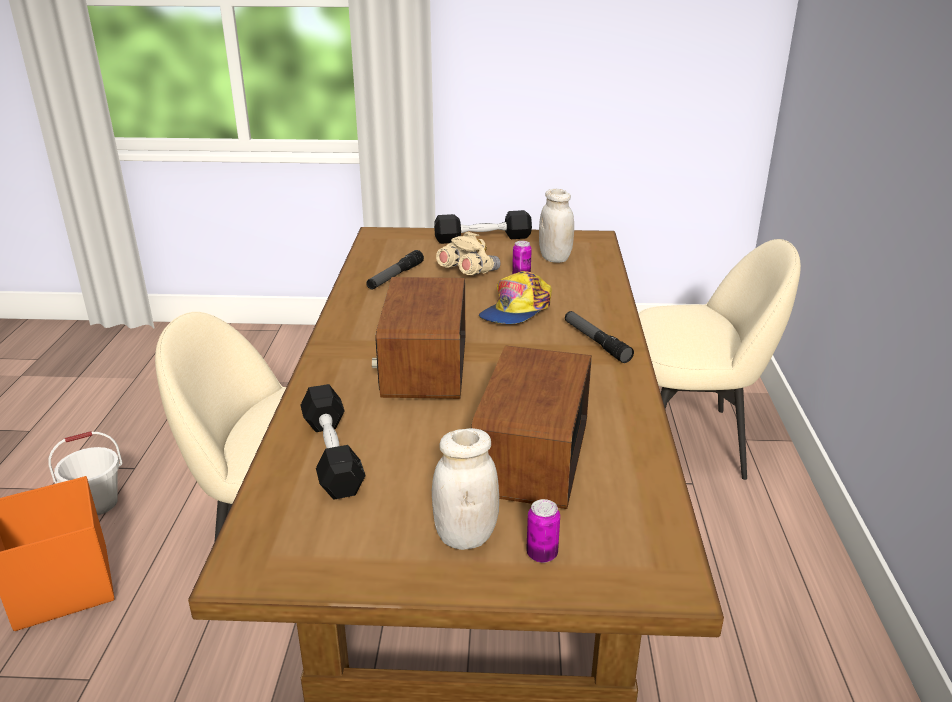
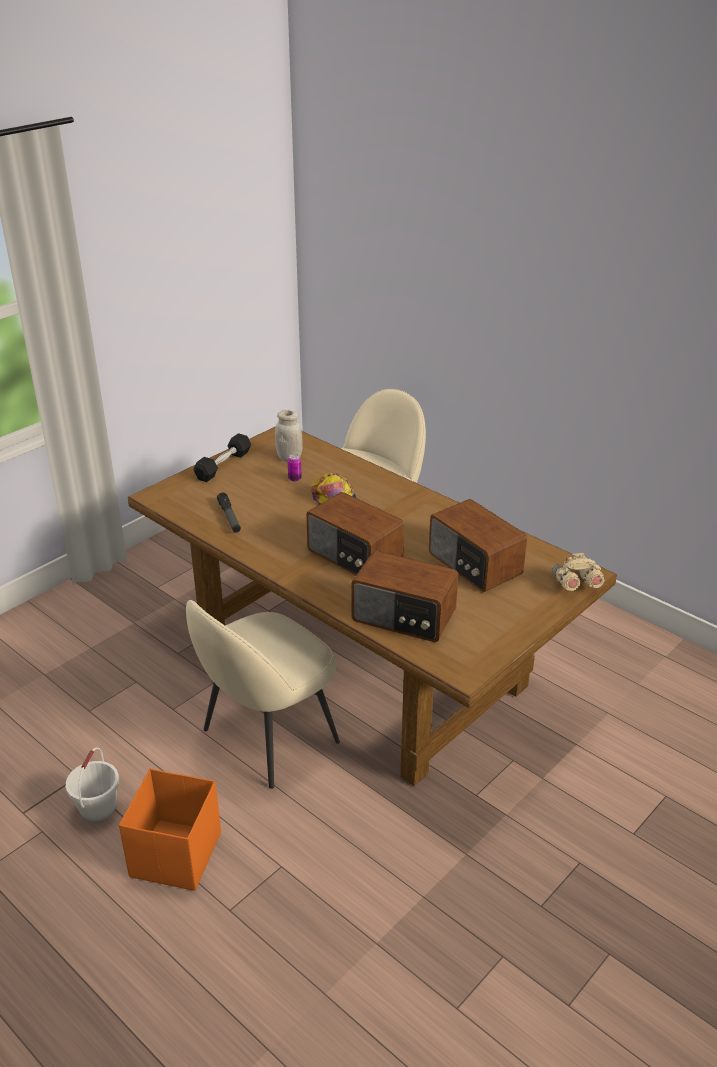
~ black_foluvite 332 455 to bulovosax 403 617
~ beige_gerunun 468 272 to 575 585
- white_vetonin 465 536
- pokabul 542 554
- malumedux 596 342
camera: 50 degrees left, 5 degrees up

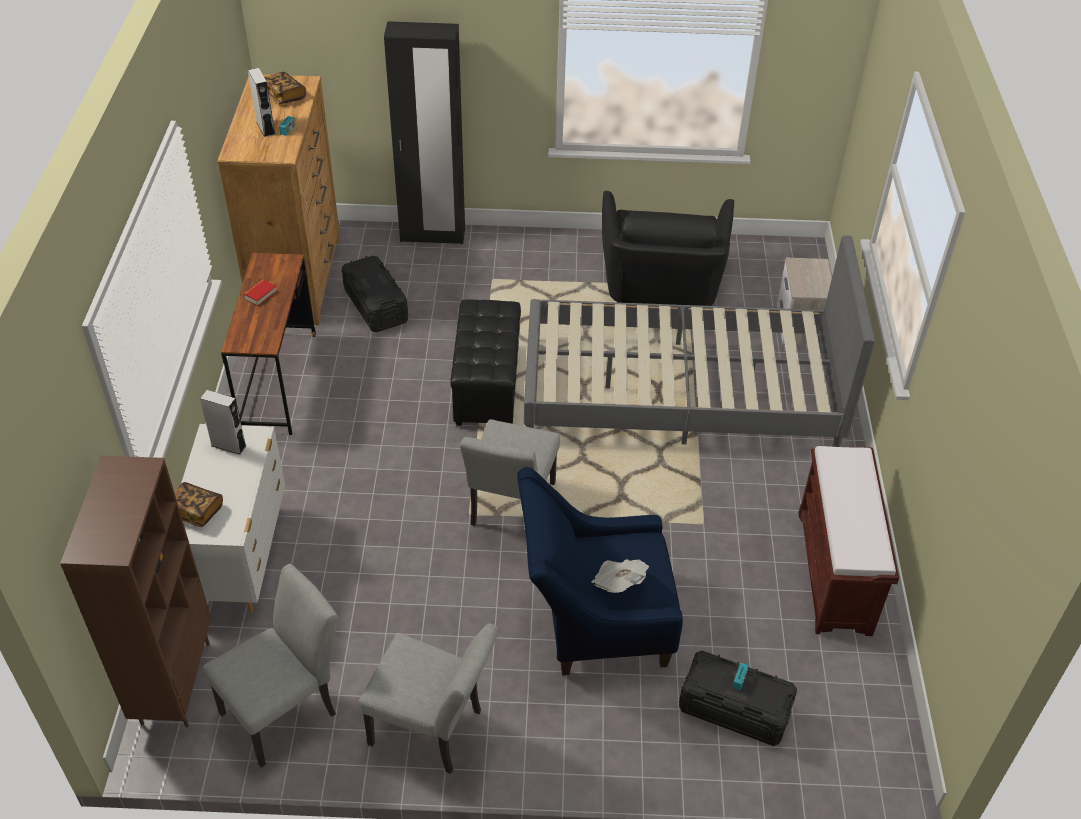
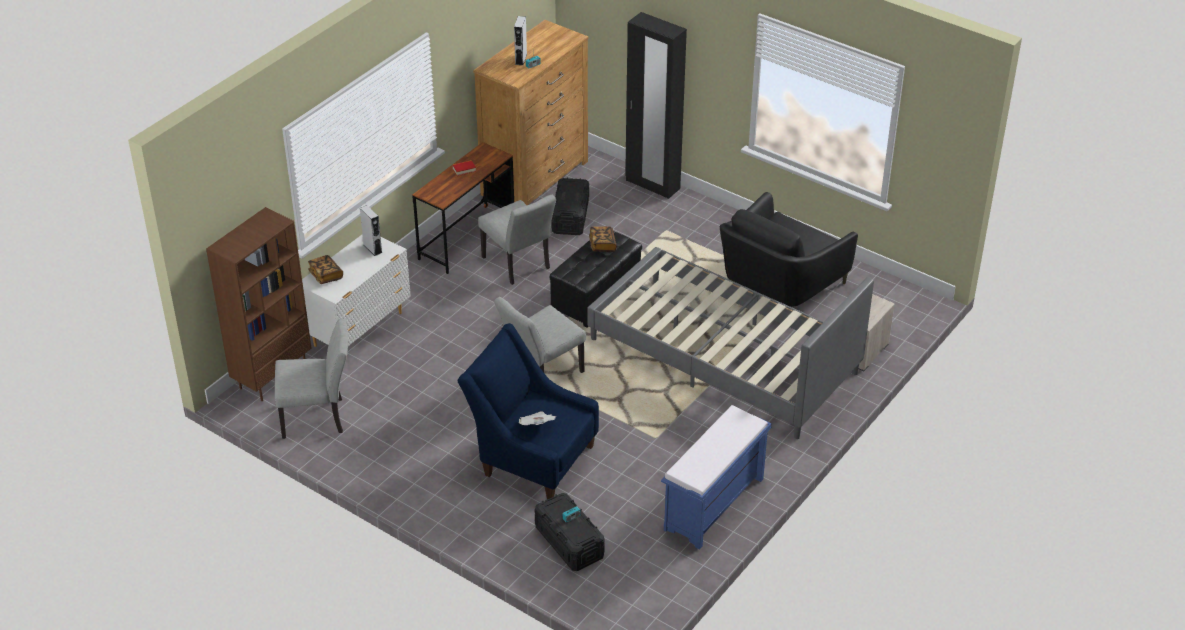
~ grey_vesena 434 730 to 519 265
~ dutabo 284 96 to 602 245
~ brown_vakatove 835 573 to blue_vakatove 713 505
camera: 35 degrees right, 5 degrees down

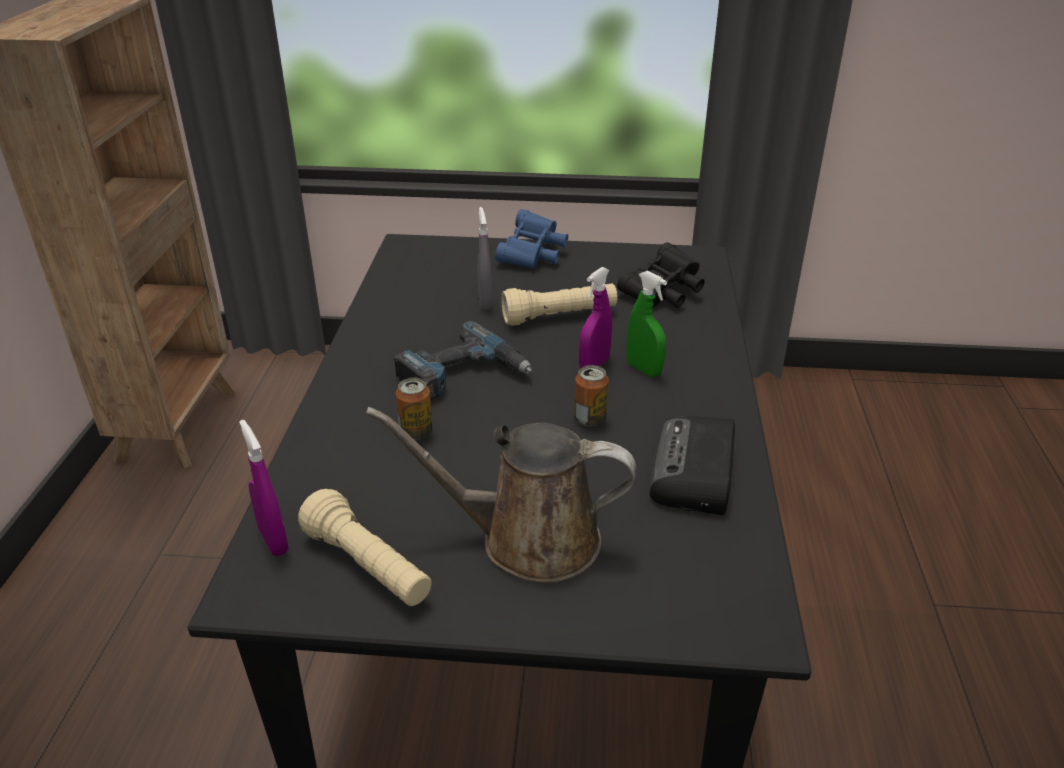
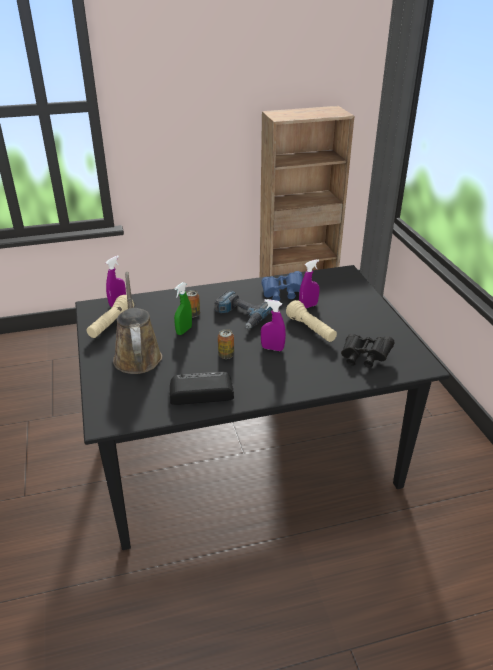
~ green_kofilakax 644 369 to 184 330
~ blue_gerunun 533 255 to 282 294
~ grey_kofilakax 485 302 to purple_kofilakax 308 306
camera: 70 degrees right, 0 degrees up

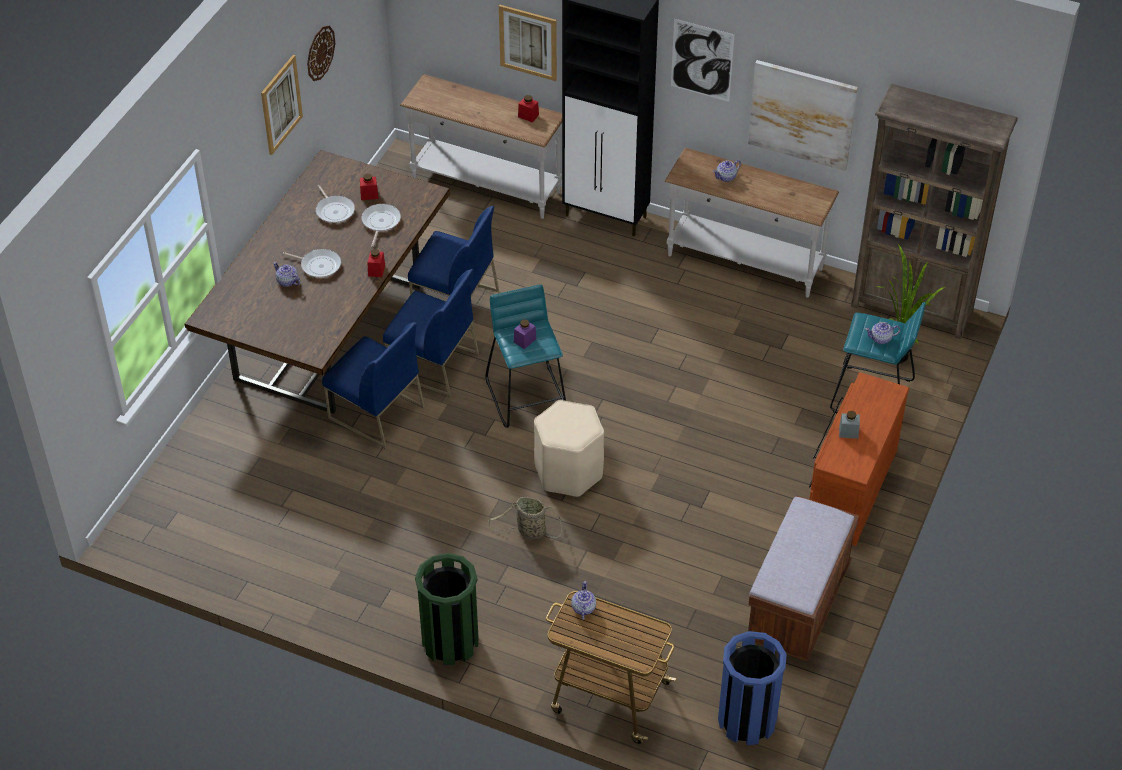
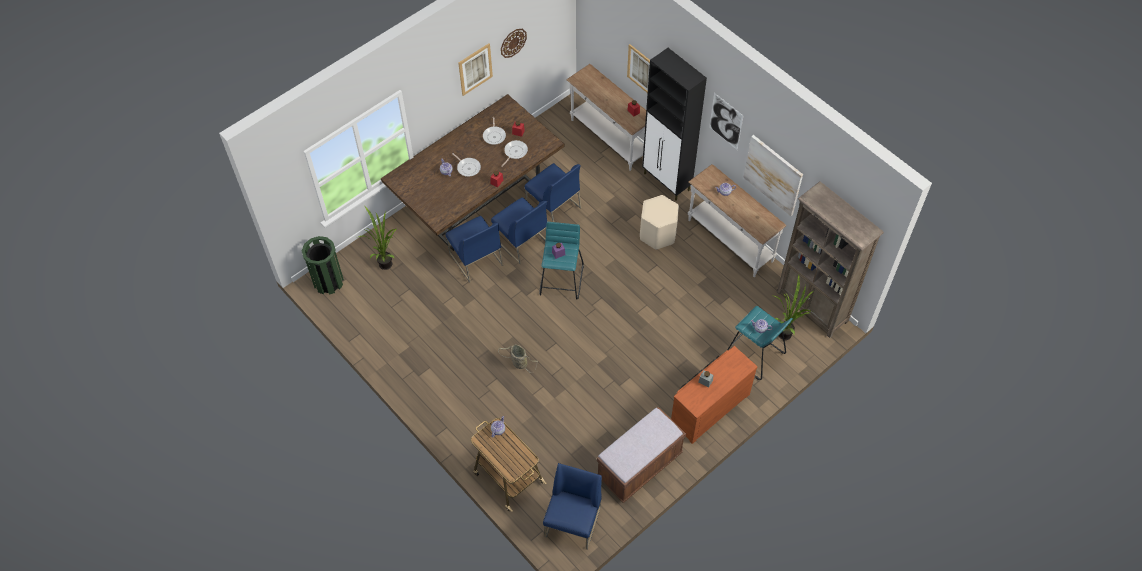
~ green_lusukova 450 641 to 328 281
+ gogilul 386 262
~ blue_lusukova 747 720 to blue_vesena 573 522
~ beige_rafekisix 569 472 to 658 234
camera: 25 degrees right, 10 degrees up

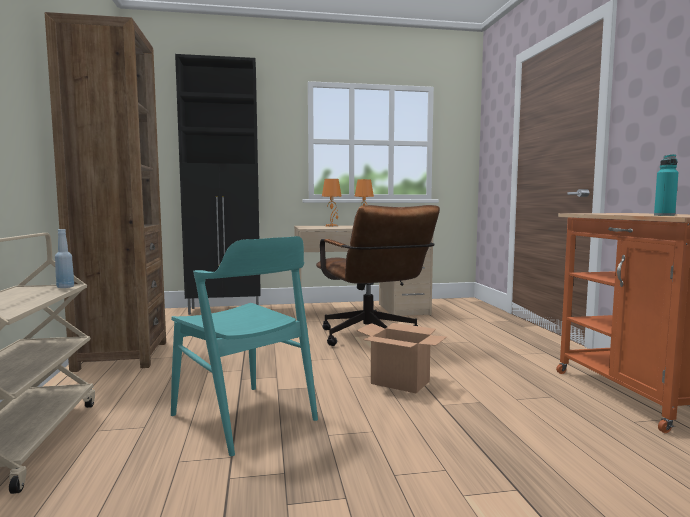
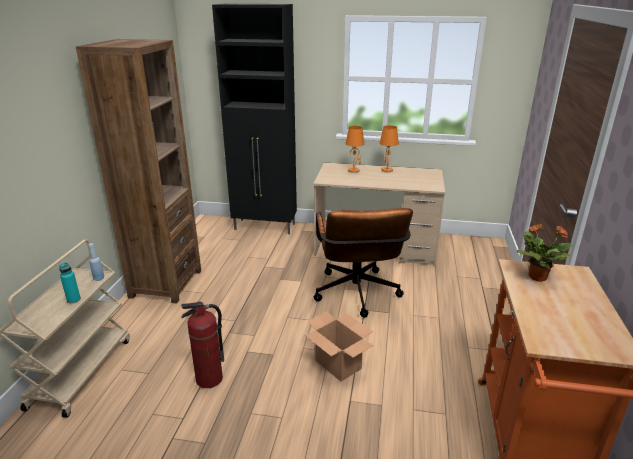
~ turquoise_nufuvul 664 215 to 73 300
~ turquoise_vesena 244 417 to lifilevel 209 379
+ gogilul 536 277
camera: 20 degrees right, 20 degrees up

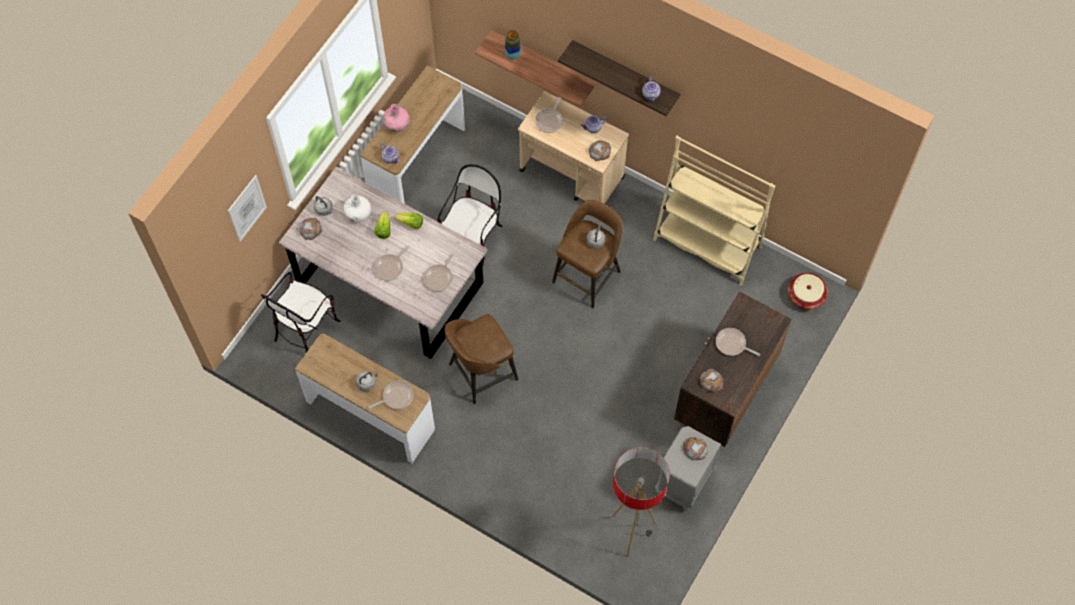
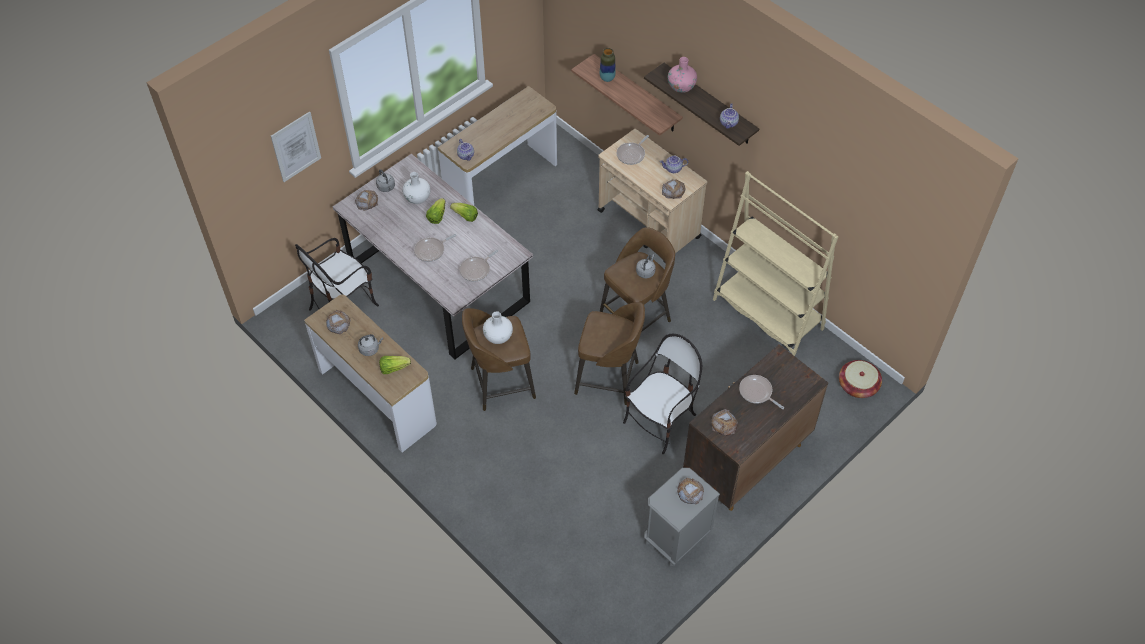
+ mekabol 338 323
~ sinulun 396 397 to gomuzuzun 394 368
+ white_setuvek 498 336
+ brown_rafekisix 609 378
~ vesena 473 239 to 660 421
~ pink_setuvek 397 125 to 681 87
- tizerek 631 532
camera: 15 degrees right, 10 degrees down

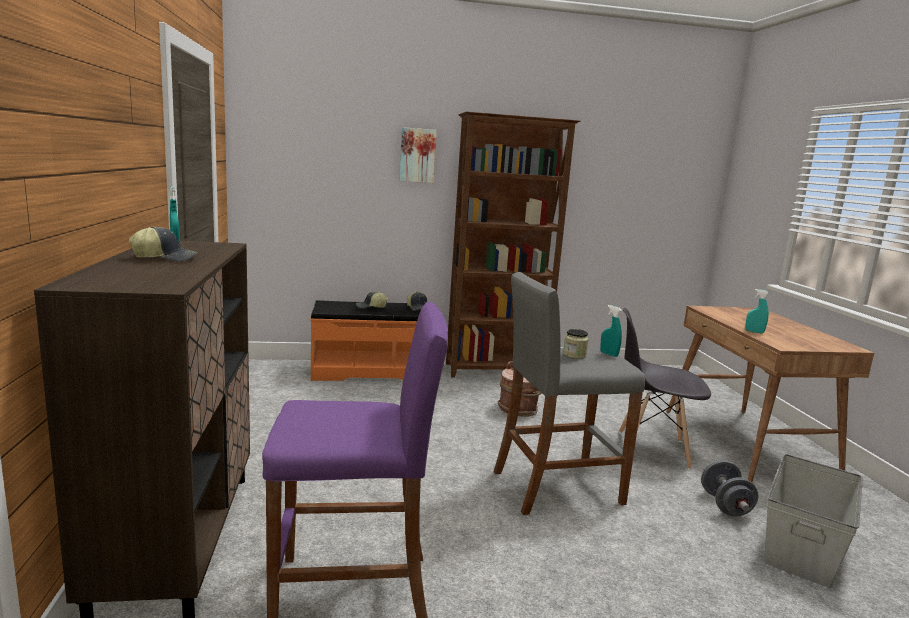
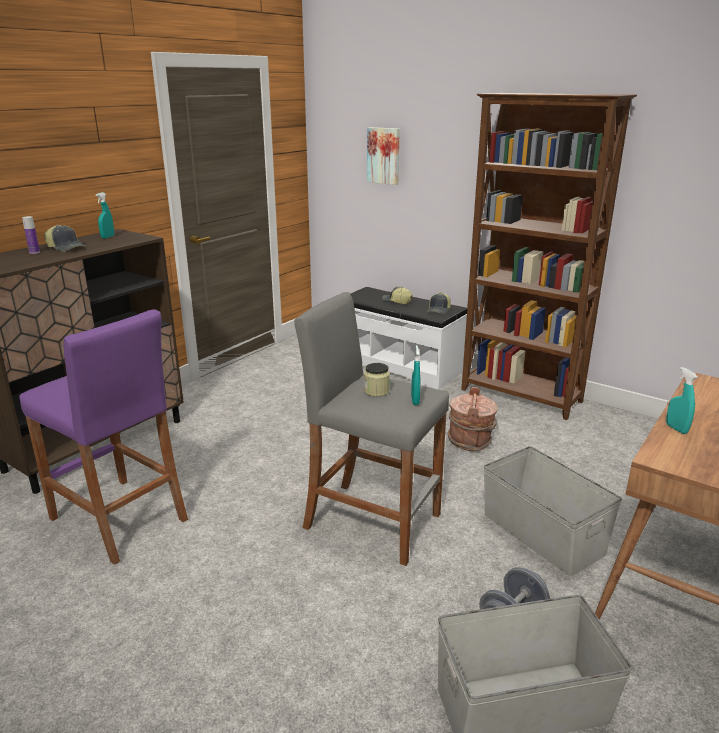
+ nufuvul 34 252
~ orange_vakatove 373 371 to white_vakatove 400 365
~ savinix 417 155 to 384 155
~ grey_vesena 651 449 to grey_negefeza 542 533
camera: 45 degrees right, 10 degrees up

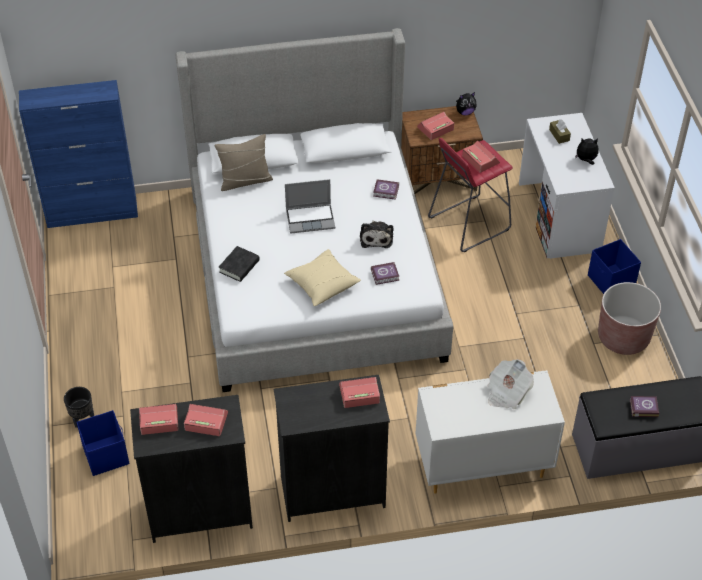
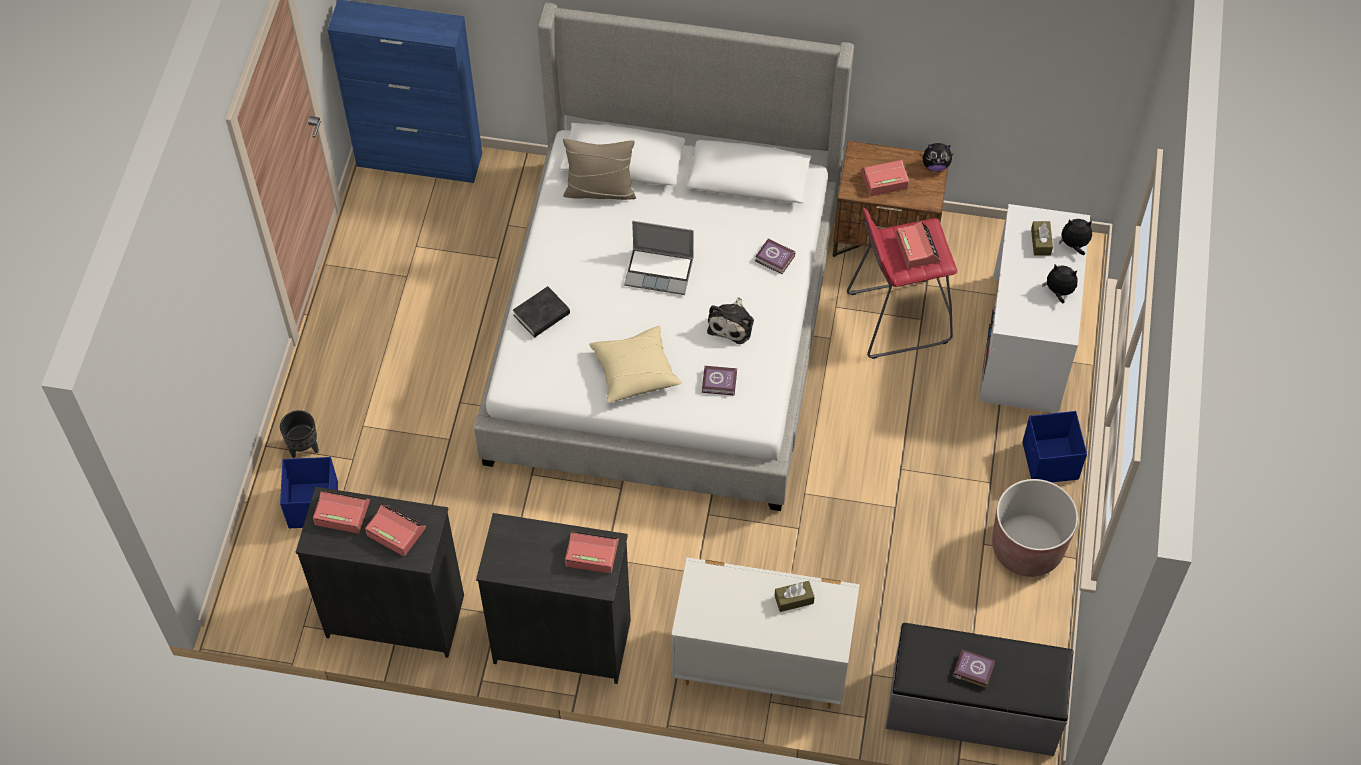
~ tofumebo 507 392 to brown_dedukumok 794 599
+ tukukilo 1074 245
camera: 20 degrees right, 10 degrees up

